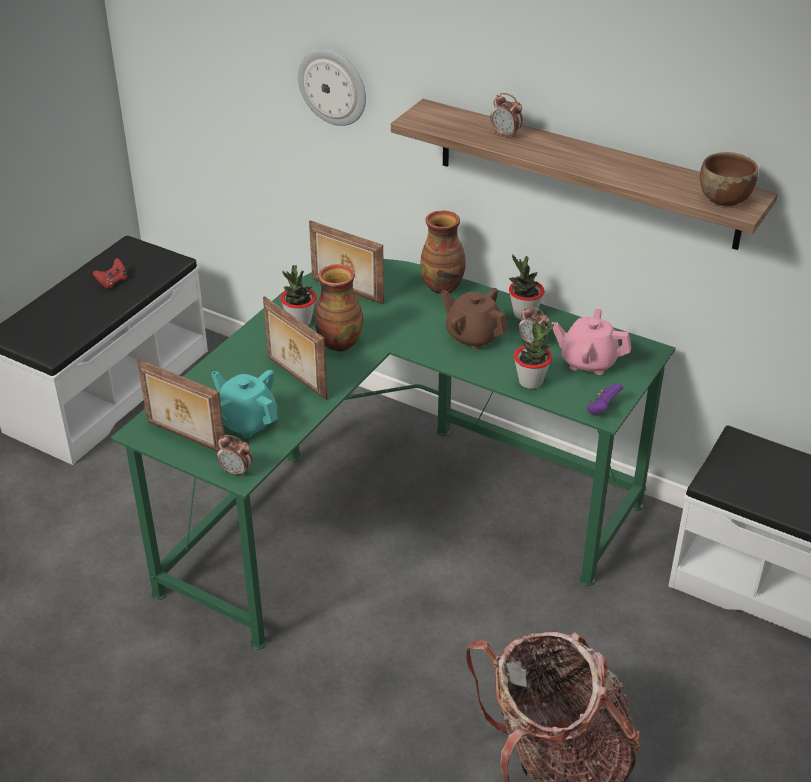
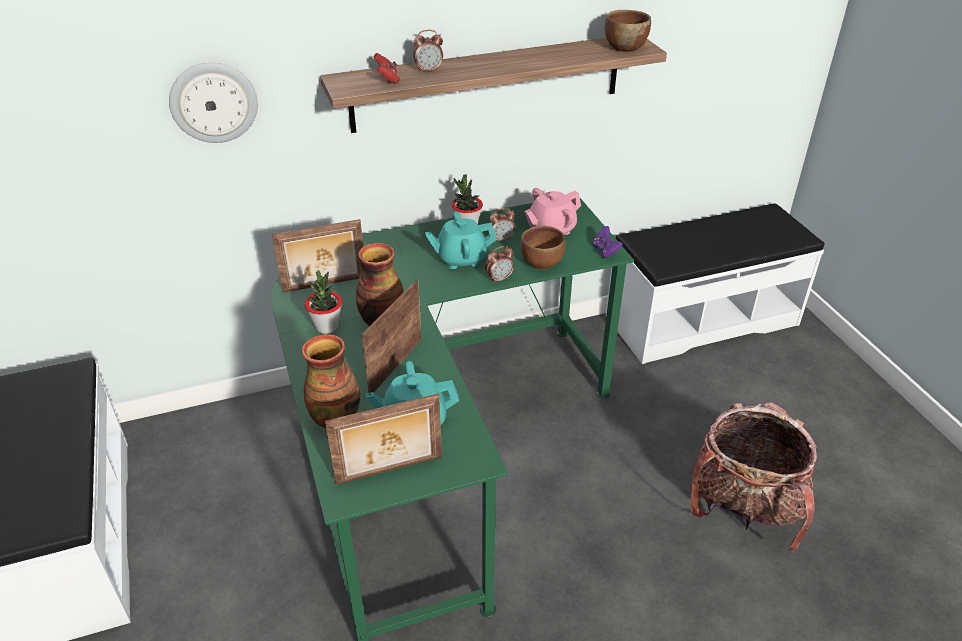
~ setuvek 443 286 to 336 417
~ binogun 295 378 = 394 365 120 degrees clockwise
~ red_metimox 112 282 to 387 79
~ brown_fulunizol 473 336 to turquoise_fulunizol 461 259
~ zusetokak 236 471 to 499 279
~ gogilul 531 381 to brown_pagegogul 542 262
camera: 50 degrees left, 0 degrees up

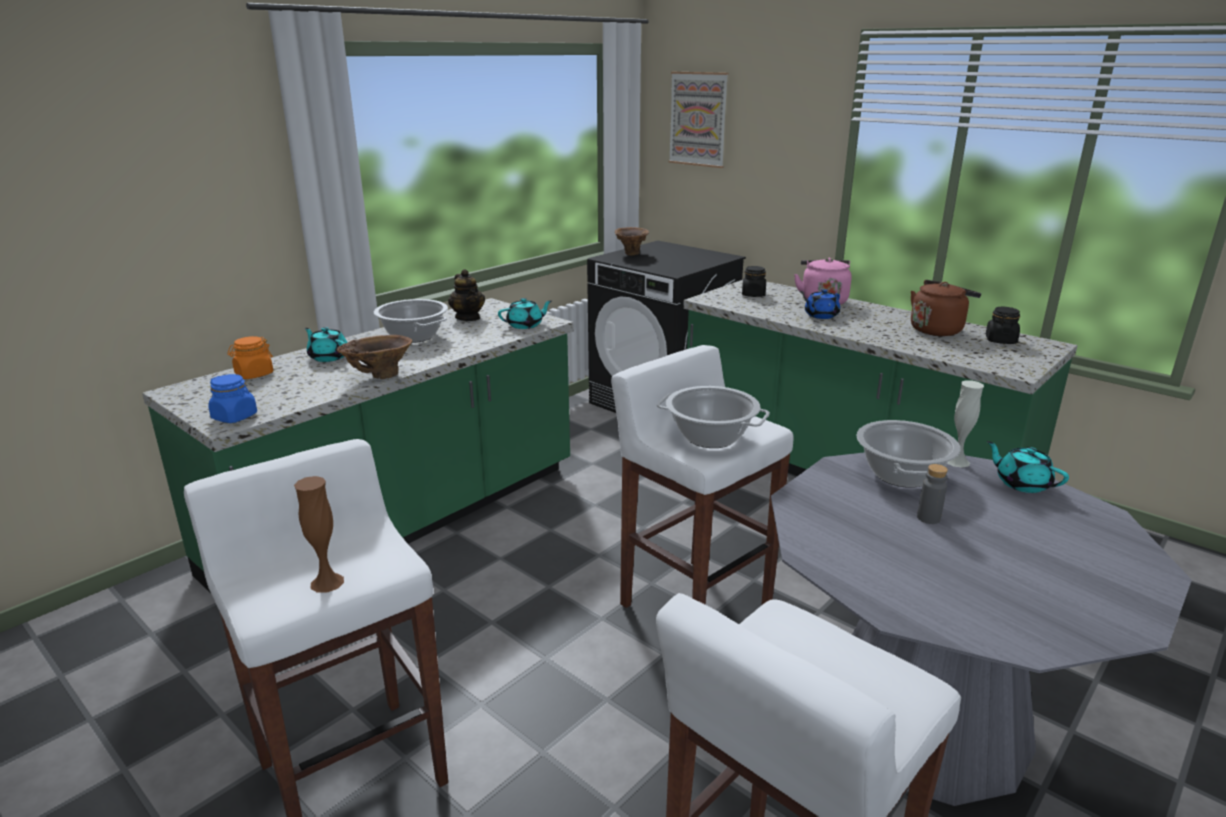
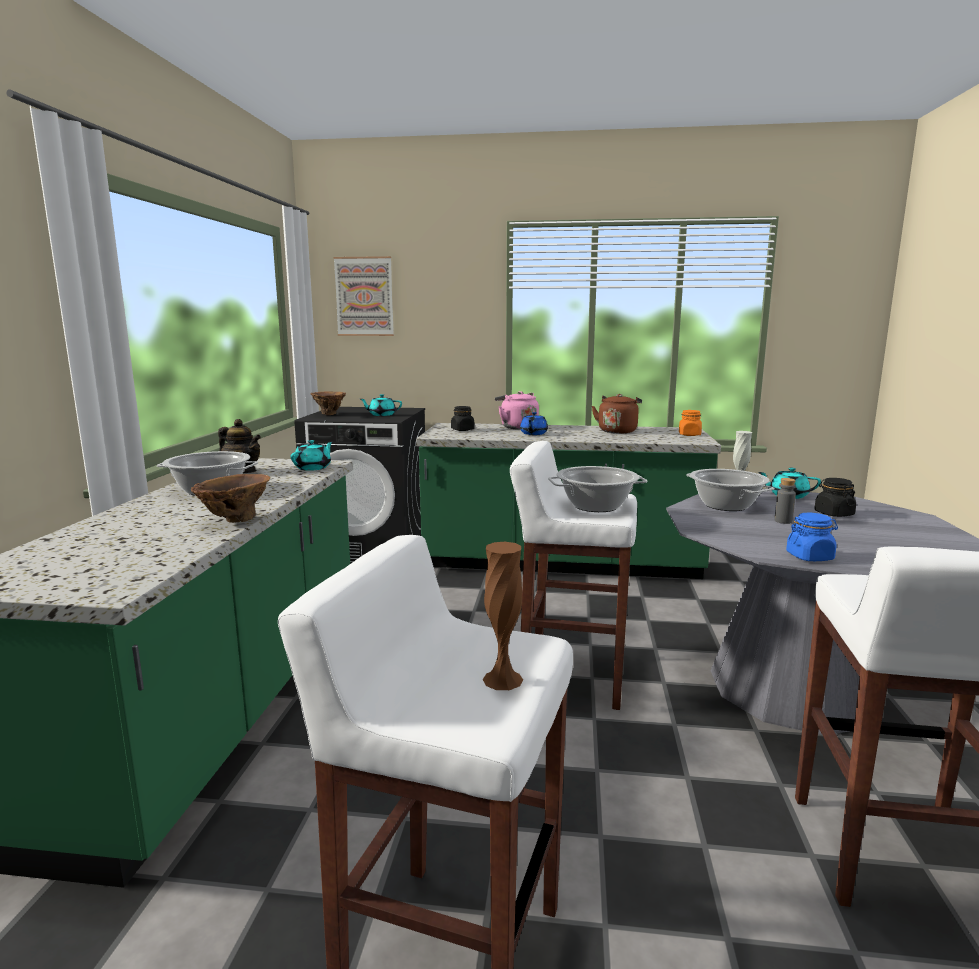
~ turquoise_fulunizol 328 357 to 381 415
~ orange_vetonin 254 374 to 689 435
~ blue_vetonin 235 417 to 810 557
~ black_vetonin 1000 340 to 833 514
camera: 35 degrees left, 10 degrees down

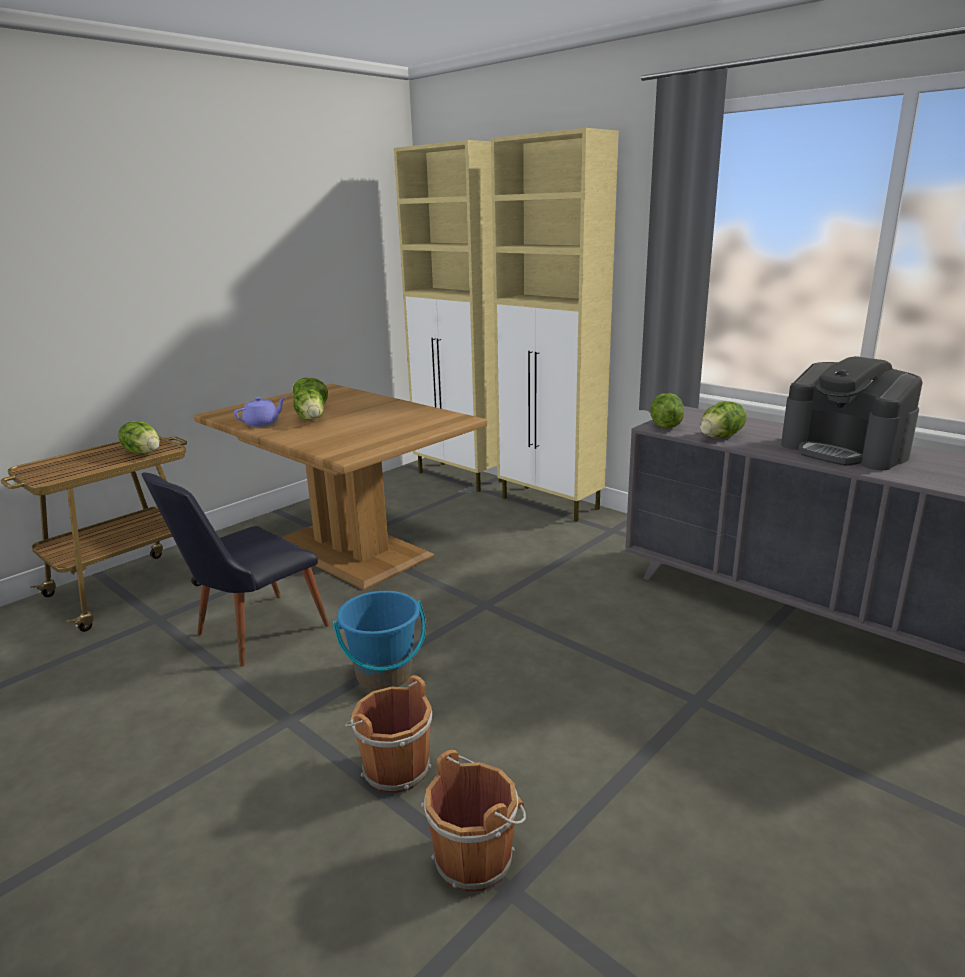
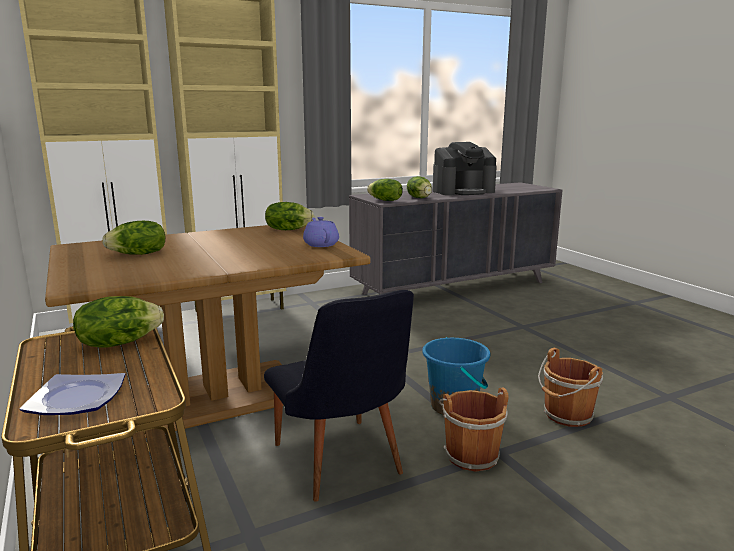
+ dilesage 79 398
~ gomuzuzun 311 419 to 288 230
~ purple_fulunizol 262 423 to 321 244
~ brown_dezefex 476 857 to 470 454
camera: 70 degrees left, 5 degrees down

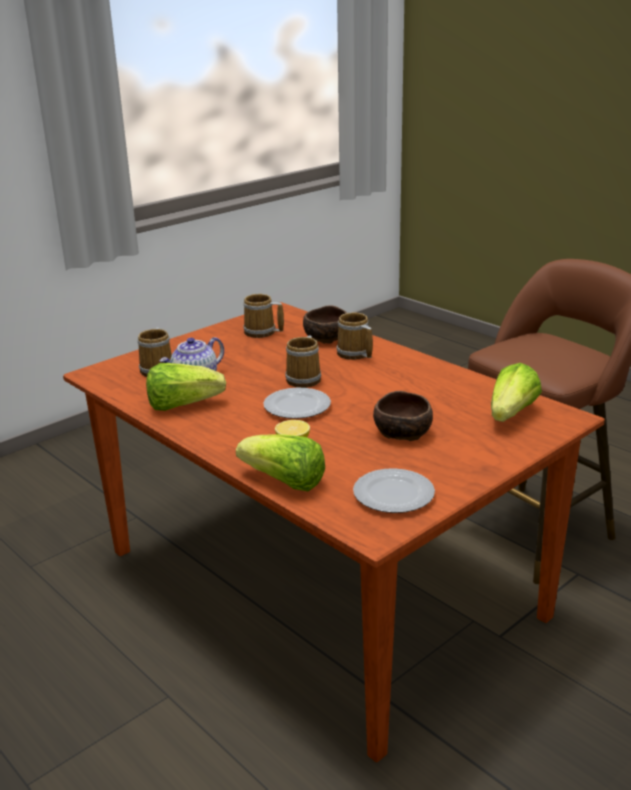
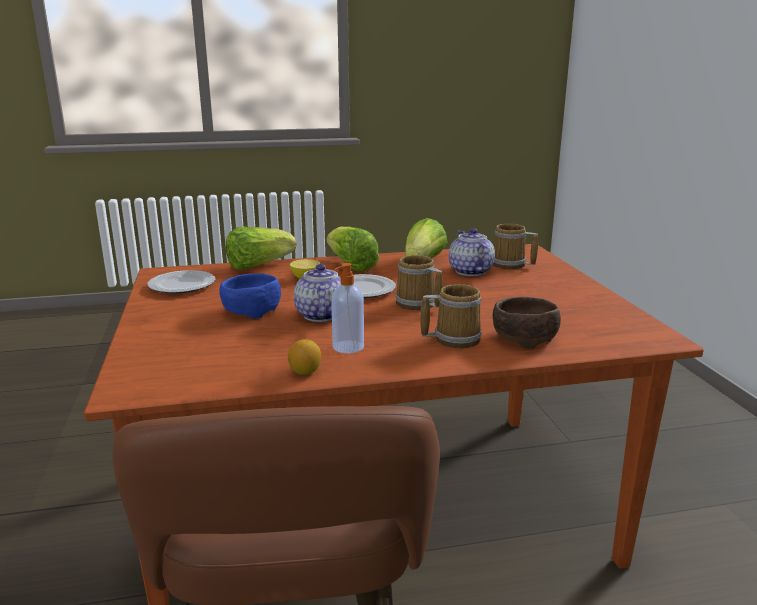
~ brown_pagegogul 403 433 to blue_pagegogul 250 311
+ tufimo 305 372
+ fulunizol 320 315
~ gomuzuzun 511 414 to 350 266
+ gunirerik 347 347
- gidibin 261 332
camera: 120 degrees right, 5 degrees down

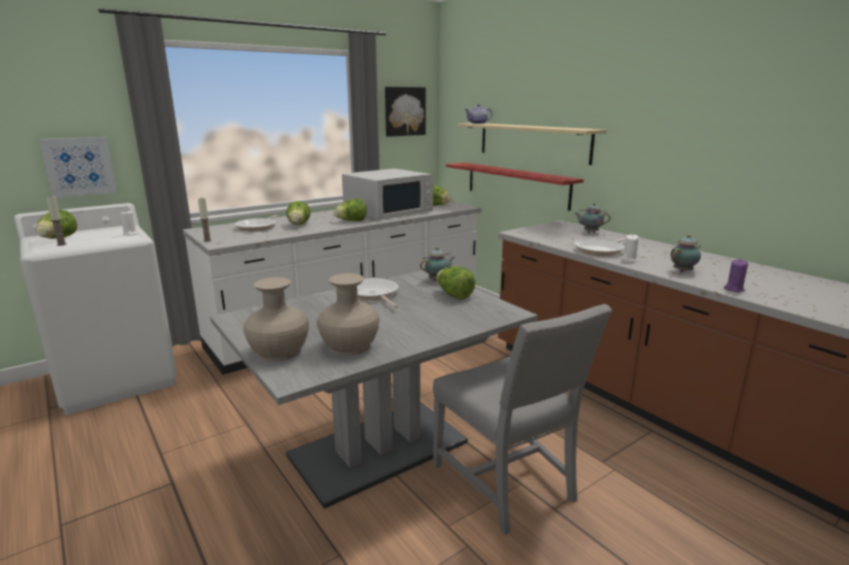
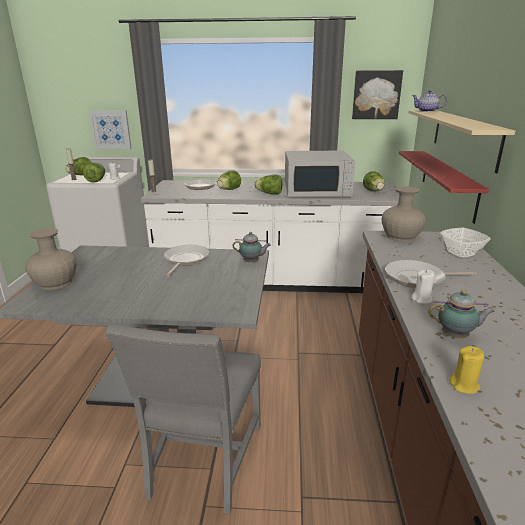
~ gomuzuzun 454 295 to 96 180
~ beige_setuvek 349 346 to 400 236
~ fulunizol 590 232 to pagegogul 461 254
~ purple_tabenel 733 289 to yellow_tabenel 464 385
camera: 40 degrees right, 5 degrees up

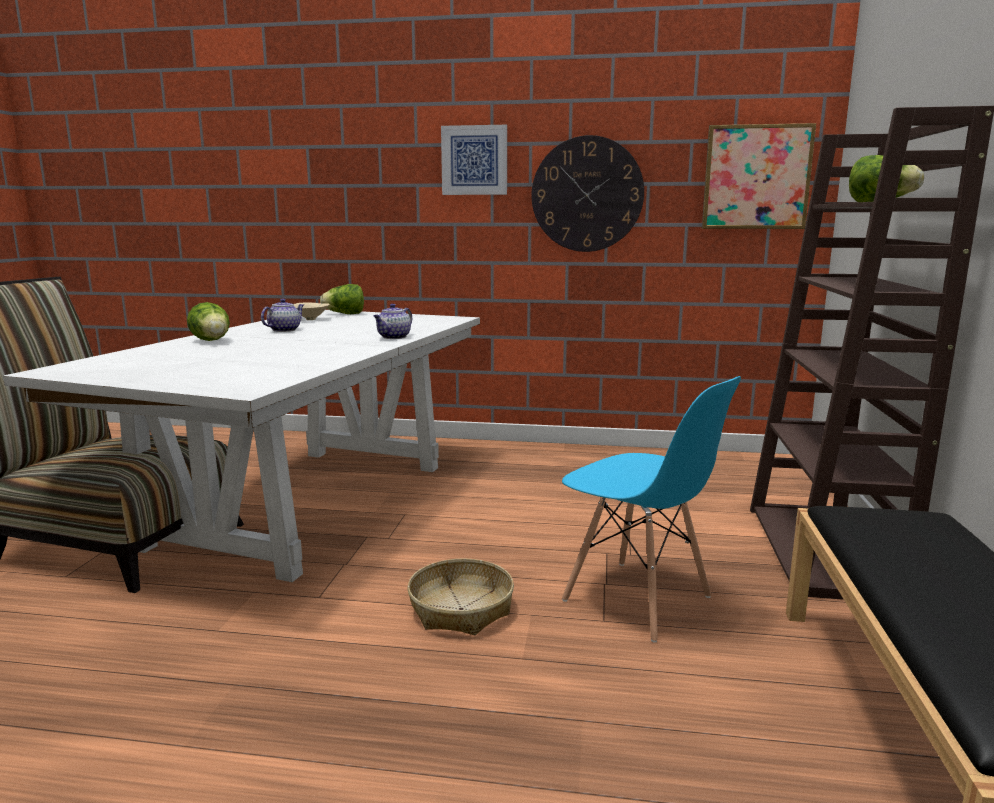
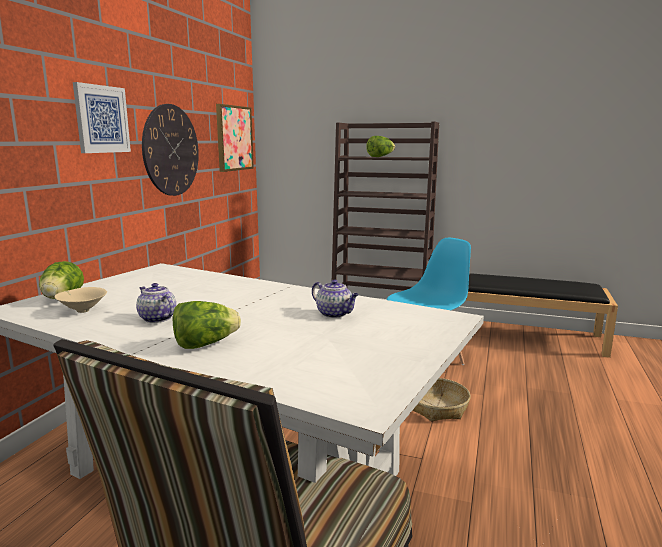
~ fulunizol 394 337 to 335 314
camera: 80 degrees left, 0 degrees up

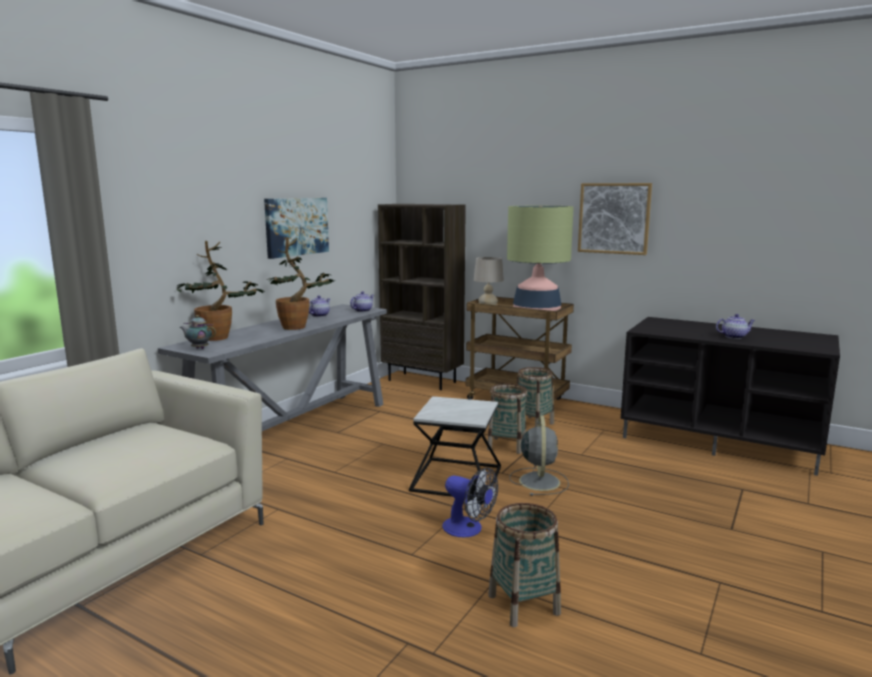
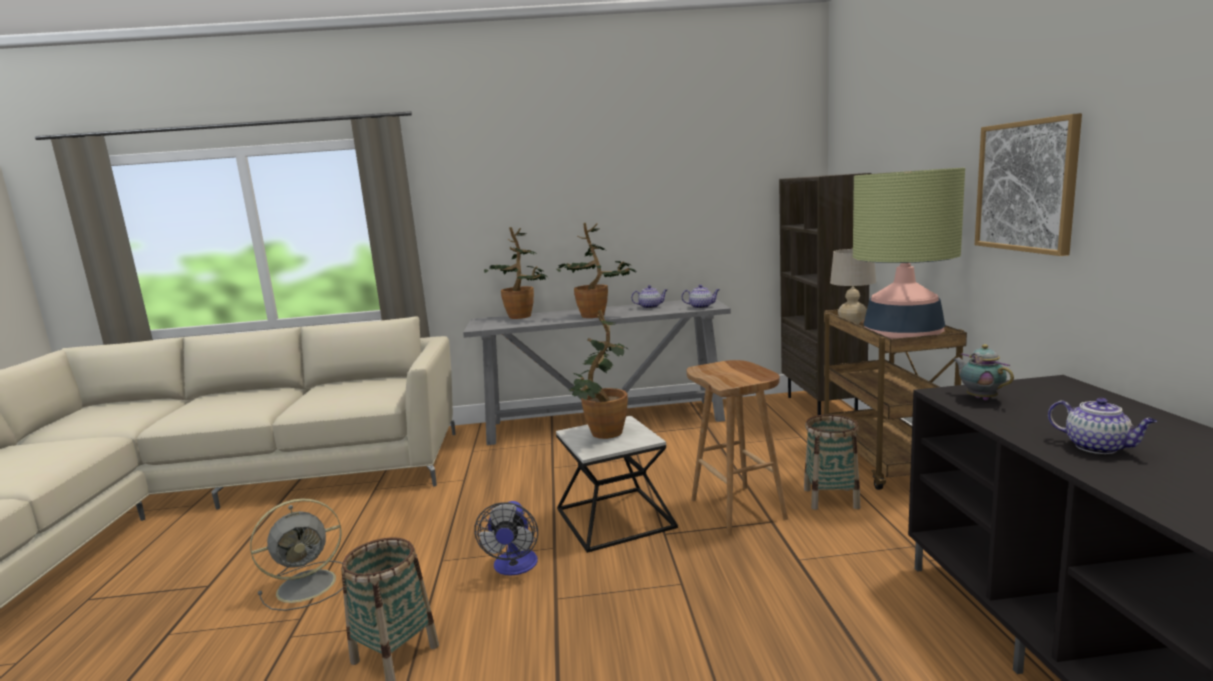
~ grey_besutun 539 481 to 309 585
+ gogilul 602 435
~ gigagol 507 445 to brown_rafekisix 739 509
~ fulunizol 199 348 to 980 398
- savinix 296 226
camera: 55 degrees right, 0 degrees up

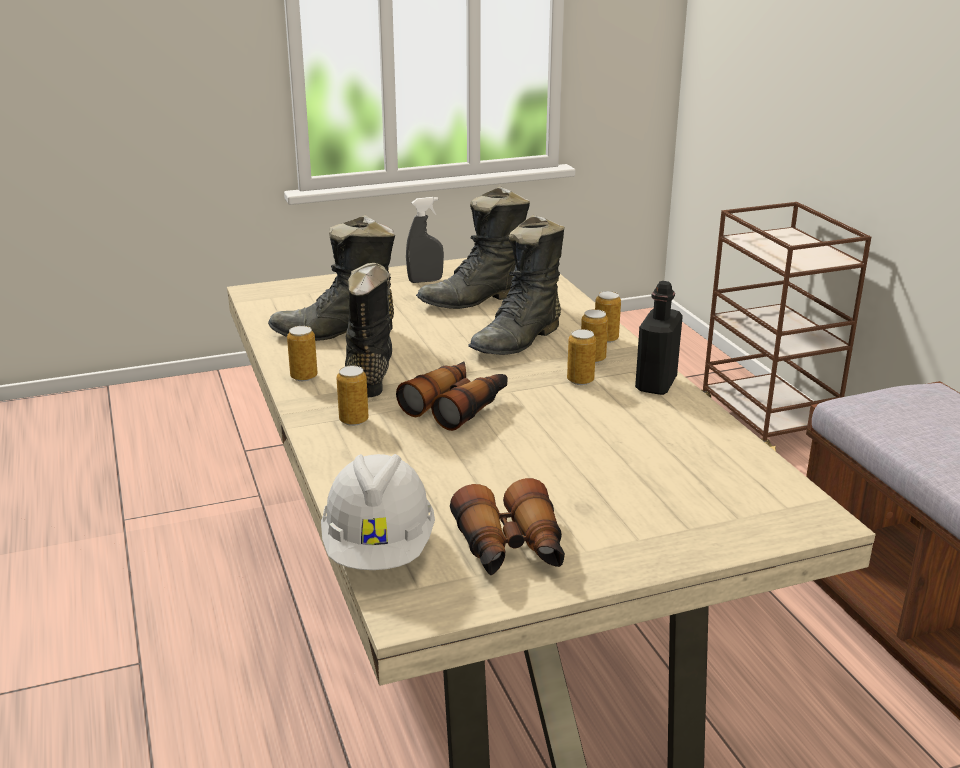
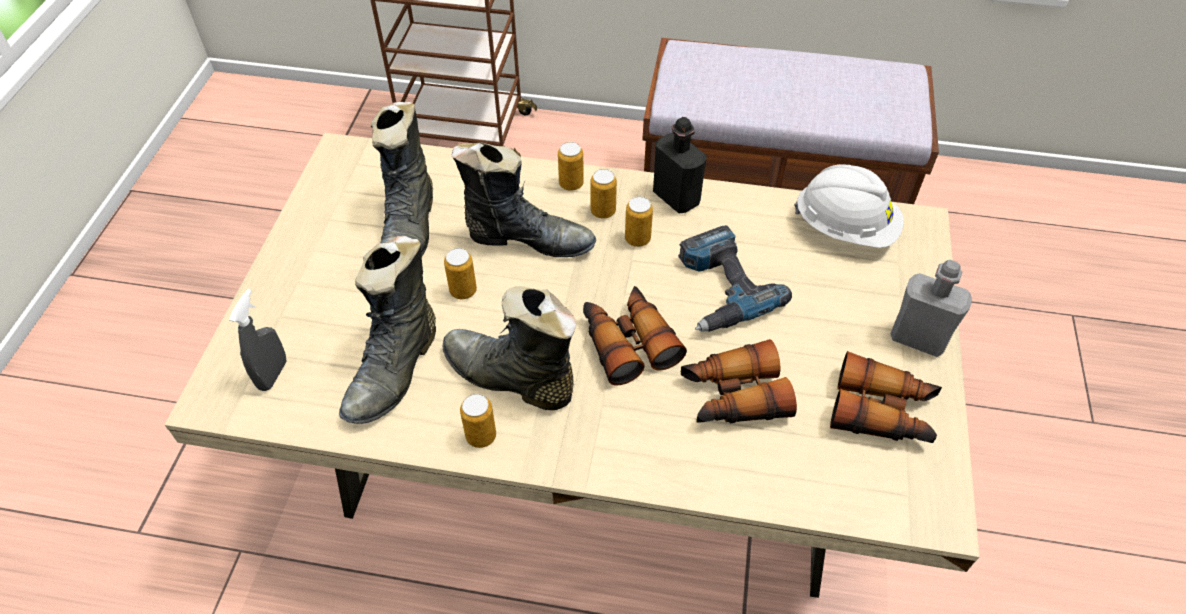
~ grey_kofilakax 425 281 to 273 374
~ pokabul 354 420 to 463 291
~ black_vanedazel 519 340 = 528 240 60 degrees counterclockwise
+ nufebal 719 289
+ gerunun 732 396
~ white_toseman 379 549 to 845 228
+ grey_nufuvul 917 338
camera: 60 degrees left, 25 degrees up

